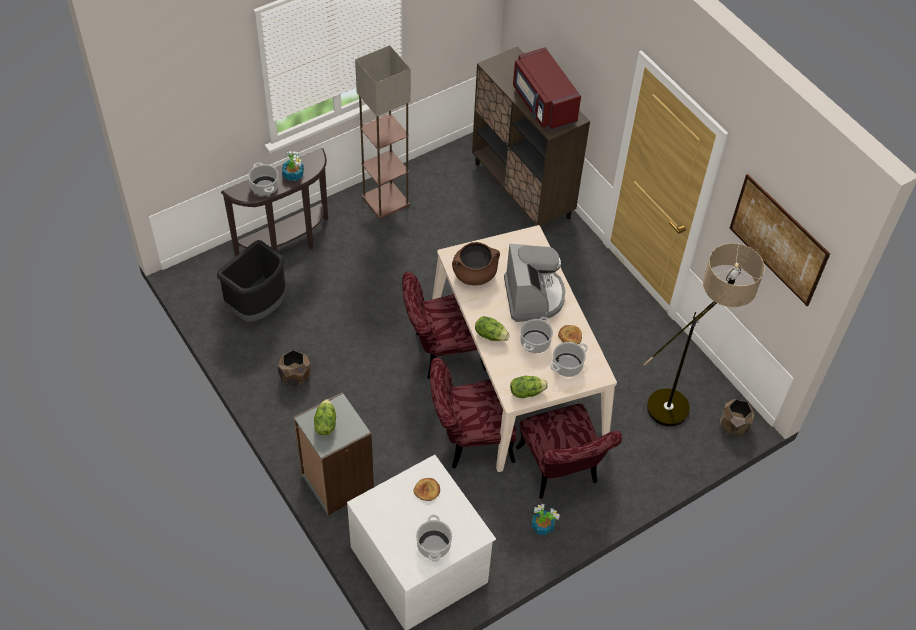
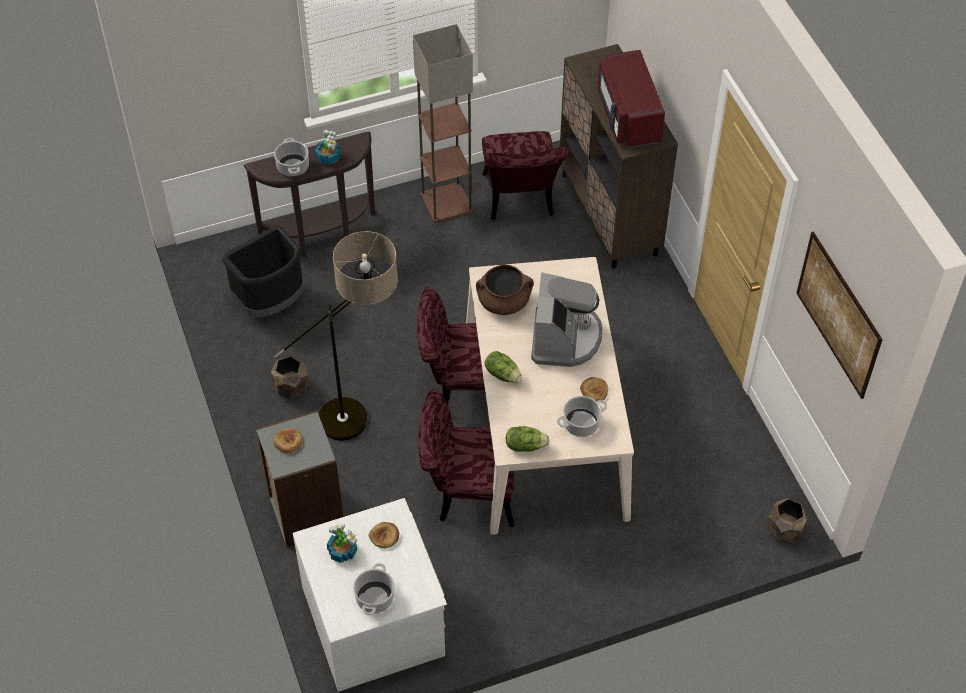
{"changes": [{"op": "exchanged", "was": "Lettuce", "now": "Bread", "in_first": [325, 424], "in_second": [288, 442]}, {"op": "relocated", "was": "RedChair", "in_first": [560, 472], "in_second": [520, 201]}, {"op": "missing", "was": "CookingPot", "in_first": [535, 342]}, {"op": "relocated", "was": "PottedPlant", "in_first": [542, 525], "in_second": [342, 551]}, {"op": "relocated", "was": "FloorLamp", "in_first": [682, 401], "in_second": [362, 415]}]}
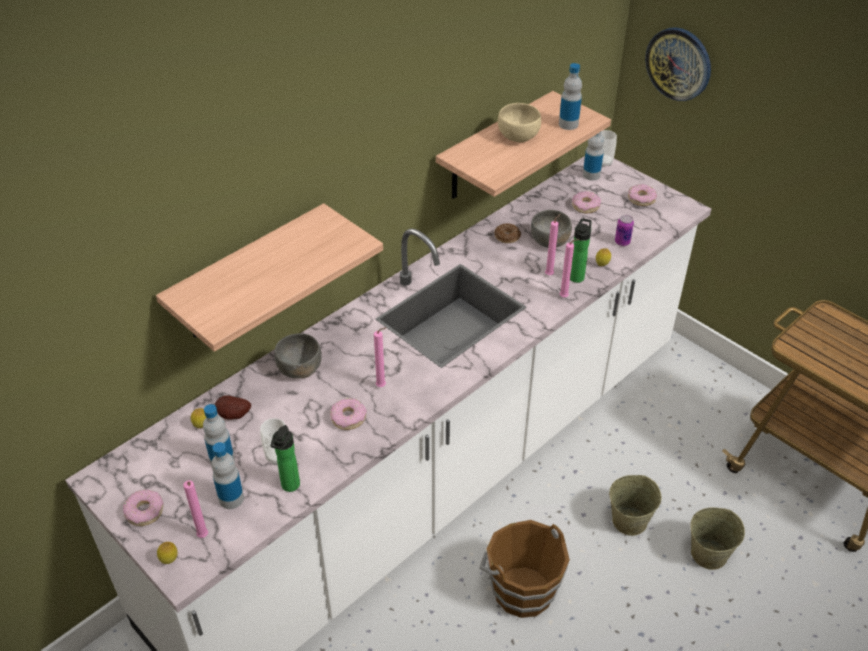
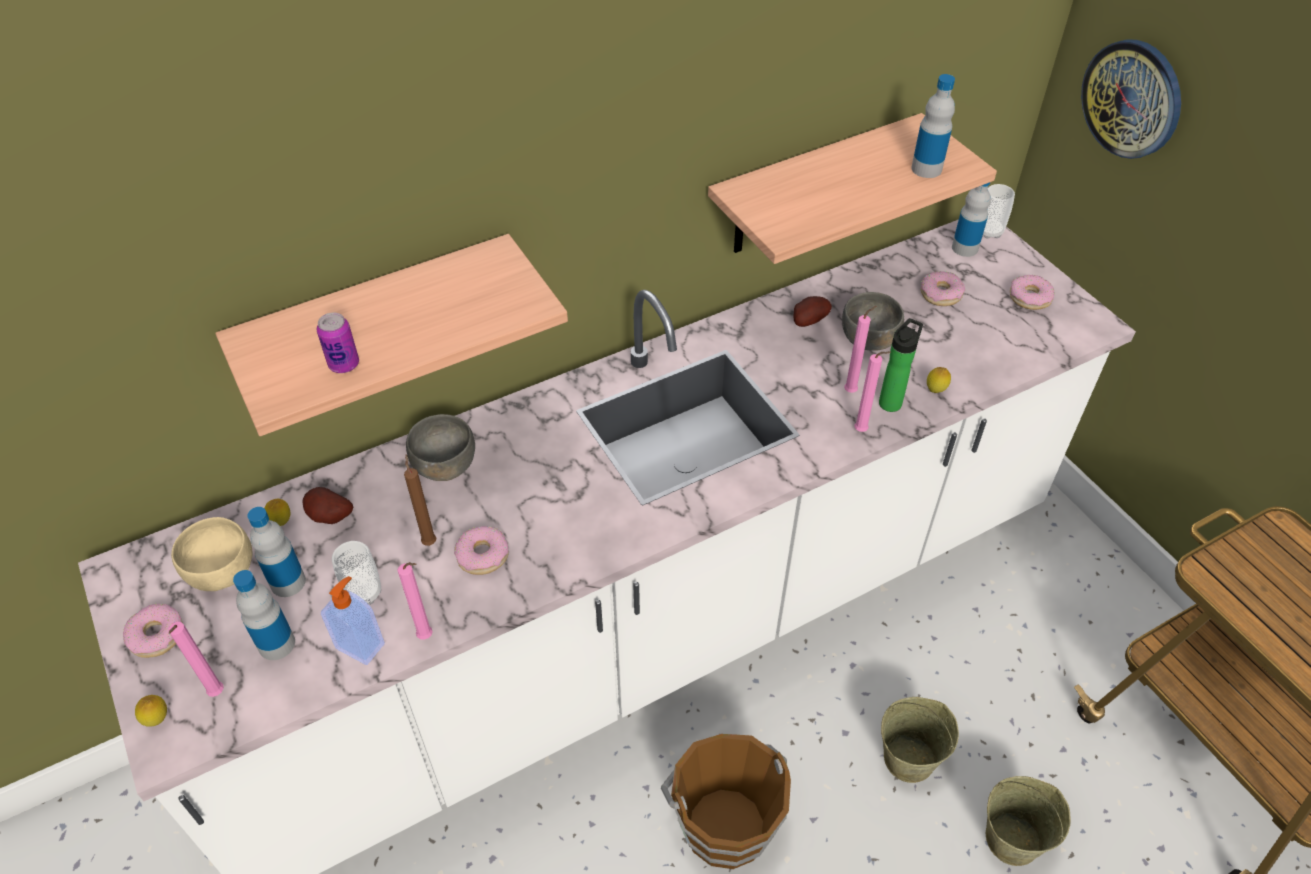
{"changes": [{"op": "exchanged", "was": "Bottle", "now": "SoapDispenser", "in_first": [289, 487], "in_second": [361, 645]}, {"op": "relocated", "was": "PinkCandle", "in_first": [382, 386], "in_second": [427, 637]}, {"op": "exchanged", "was": "Donut", "now": "Potato", "in_first": [507, 237], "in_second": [808, 321]}, {"op": "relocated", "was": "BeigeBowl", "in_first": [518, 136], "in_second": [222, 571]}, {"op": "relocated", "was": "Can", "in_first": [622, 242], "in_second": [344, 364]}, {"op": "appeared", "now": "BrownCandle", "in_second": [429, 541]}]}
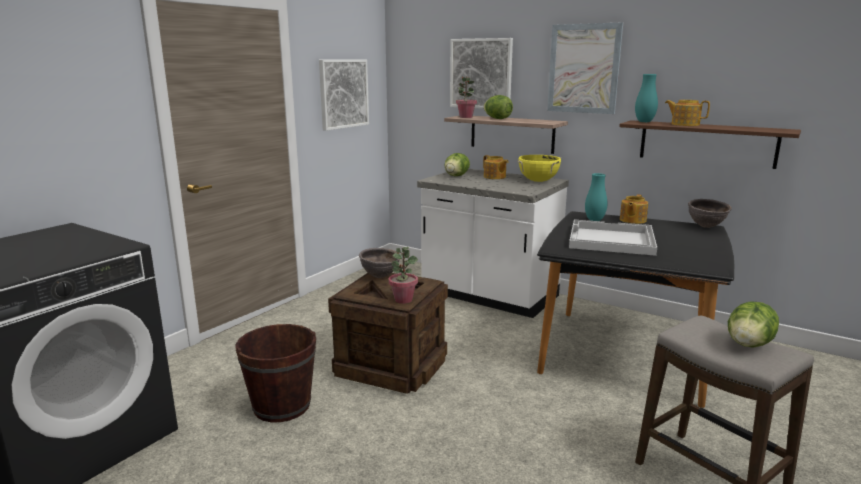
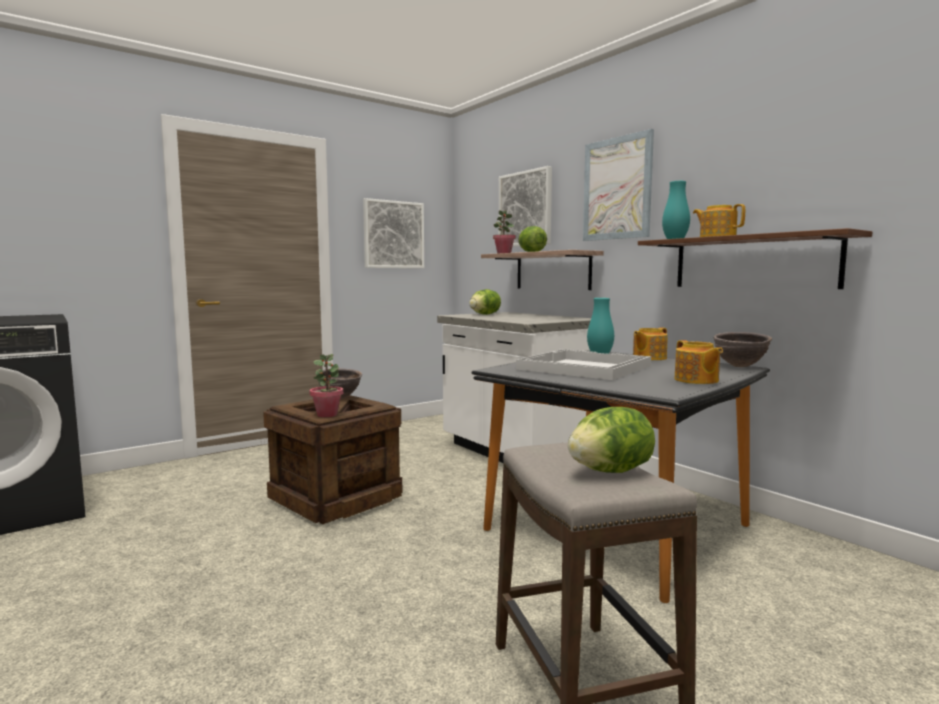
{"changes": [{"op": "missing", "was": "BrownBucket", "in_first": [282, 406]}, {"op": "relocated", "was": "Teapot", "in_first": [494, 177], "in_second": [696, 380]}, {"op": "missing", "was": "YellowCookingPot", "in_first": [538, 181]}]}
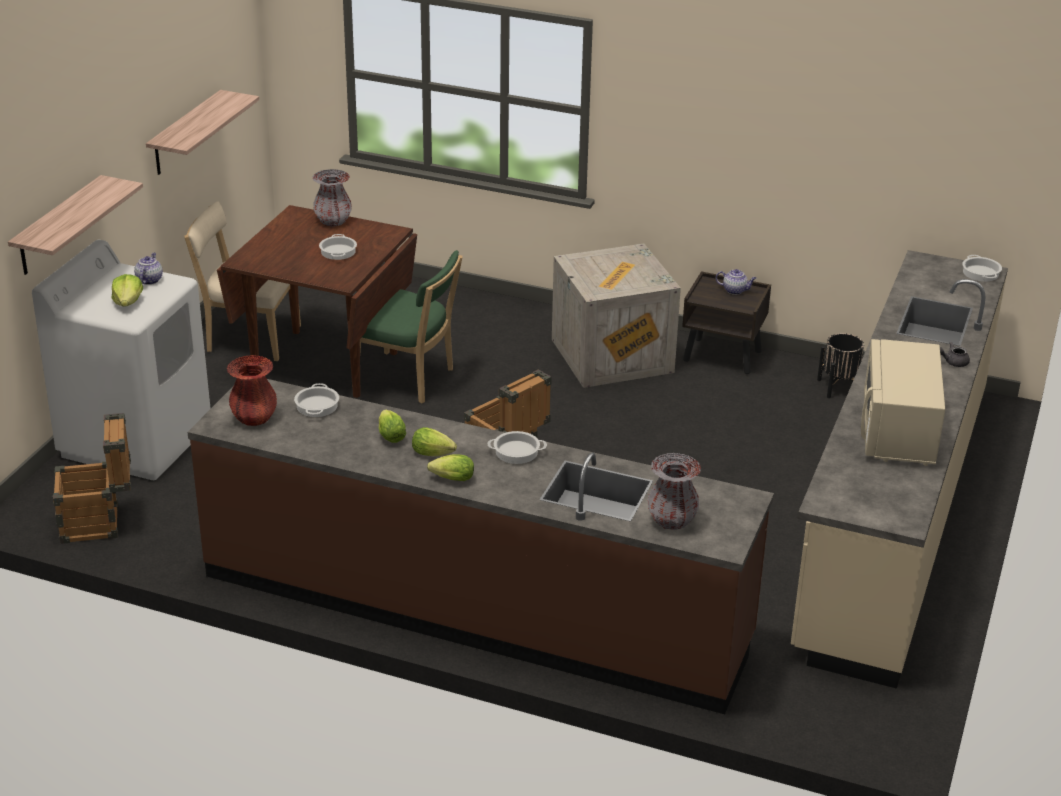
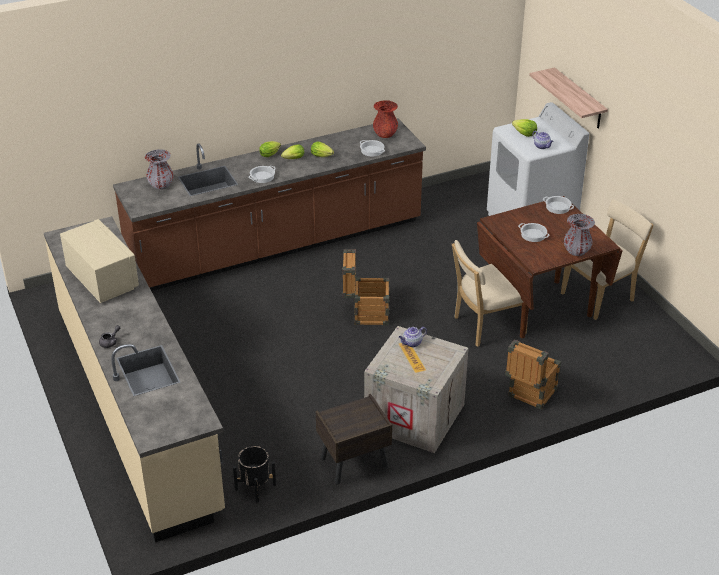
{"changes": [{"op": "relocated", "was": "Crate", "in_first": [99, 524], "in_second": [529, 396]}, {"op": "missing", "was": "Shelf", "in_first": [185, 133]}, {"op": "colour", "was": "GreenChair", "now": "BeigeChair", "in_first": [408, 379], "in_second": [486, 326]}, {"op": "relocated", "was": "Teapot", "in_first": [735, 290], "in_second": [412, 343]}, {"op": "relocated", "was": "CookingPot", "in_first": [980, 273], "in_second": [558, 207]}]}
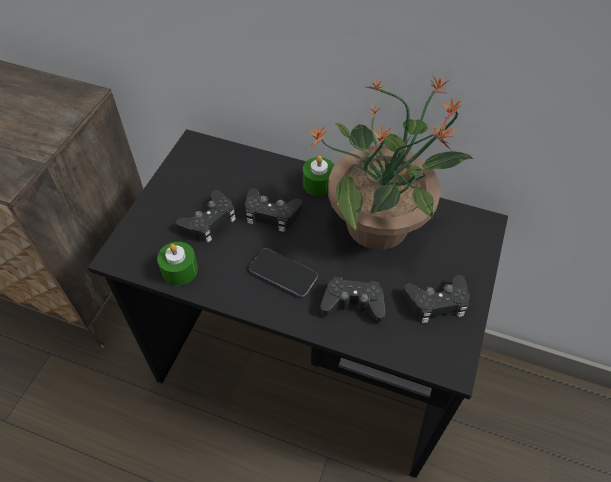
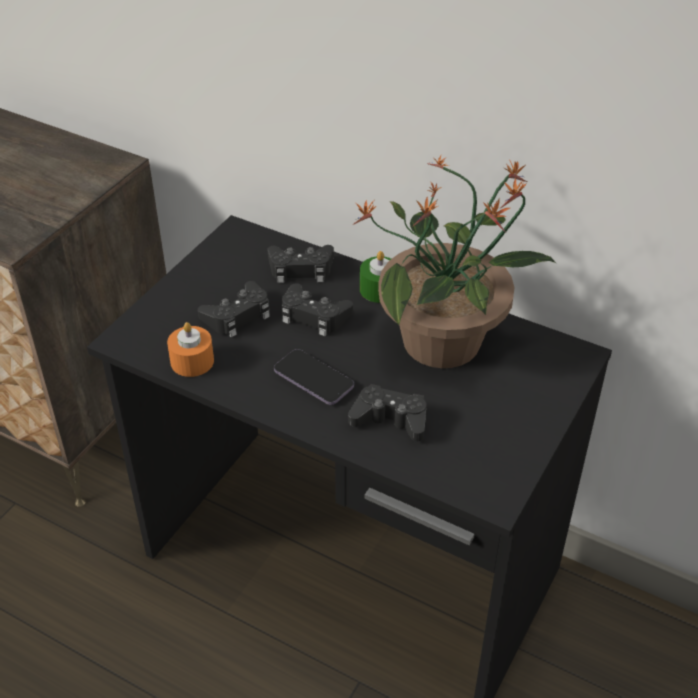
{"changes": [{"op": "colour", "was": "GreenCandle", "now": "OrangeCandle", "in_first": [179, 270], "in_second": [192, 361]}, {"op": "relocated", "was": "BlackGameController", "in_first": [436, 302], "in_second": [300, 269]}]}
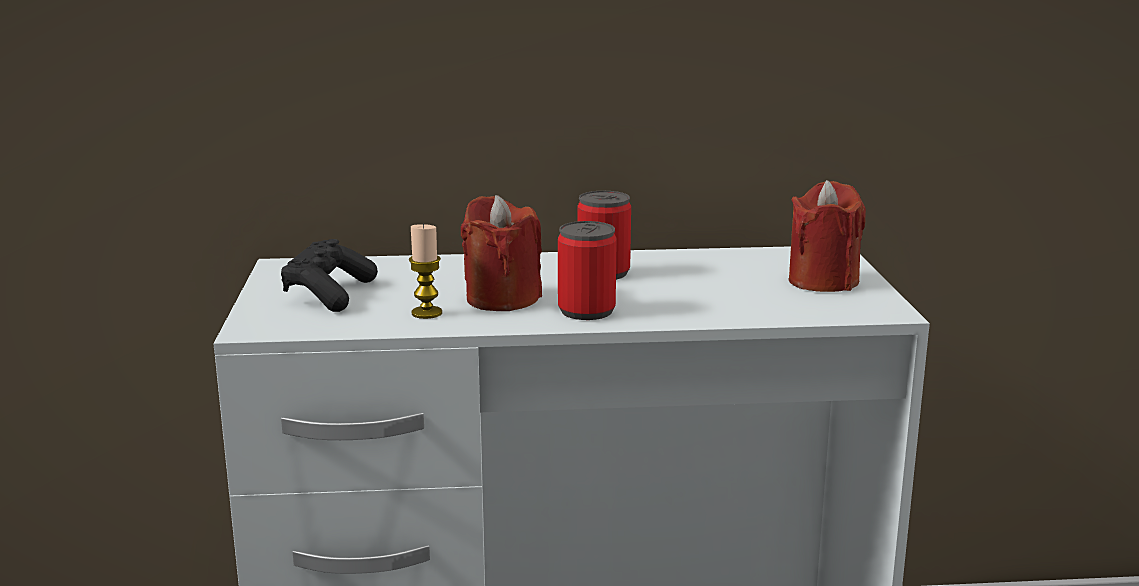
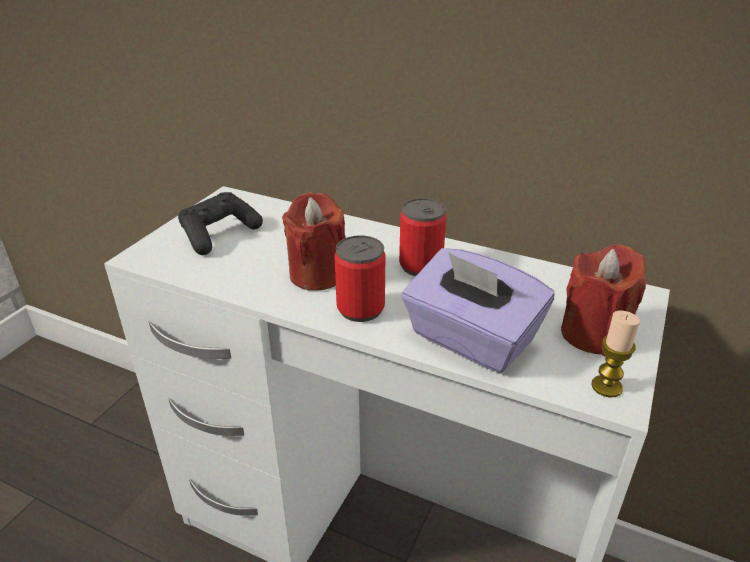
{"changes": [{"op": "relocated", "was": "Candle", "in_first": [426, 313], "in_second": [606, 387]}, {"op": "appeared", "now": "PurpleTissueBox", "in_second": [470, 340]}]}
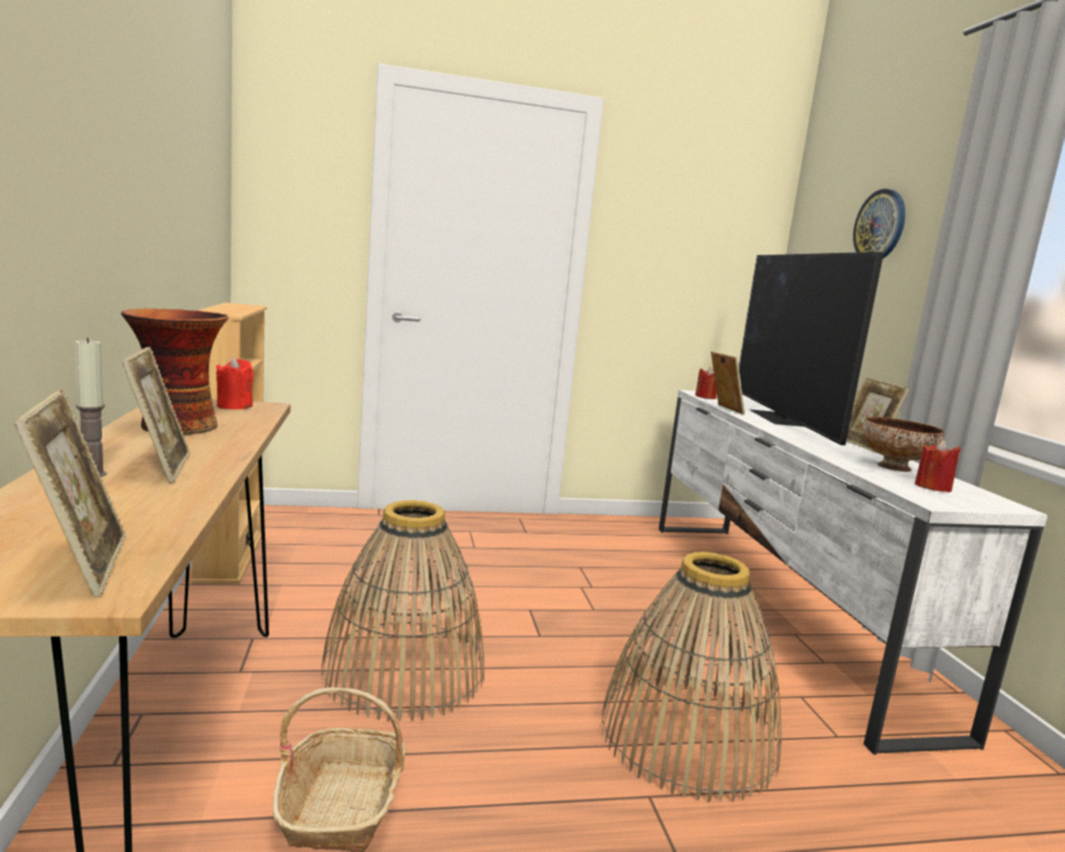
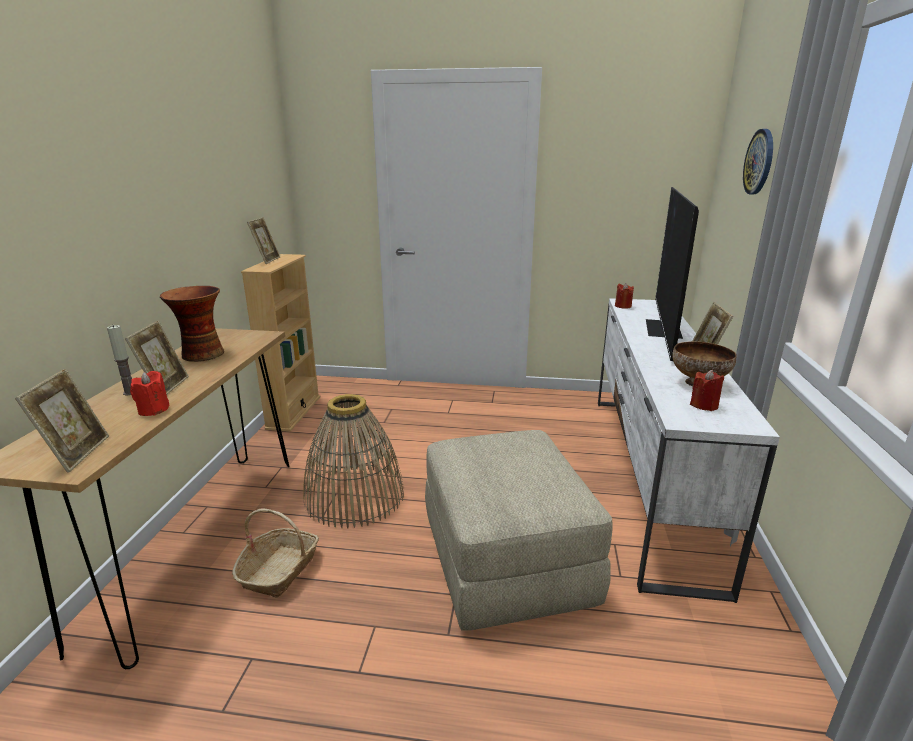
{"changes": [{"op": "relocated", "was": "RedCandle", "in_first": [234, 406], "in_second": [153, 410]}, {"op": "exchanged", "was": "Basket", "now": "BeigeOttoman", "in_first": [688, 737], "in_second": [507, 561]}, {"op": "relocated", "was": "PictureFrame", "in_first": [723, 409], "in_second": [267, 260]}]}
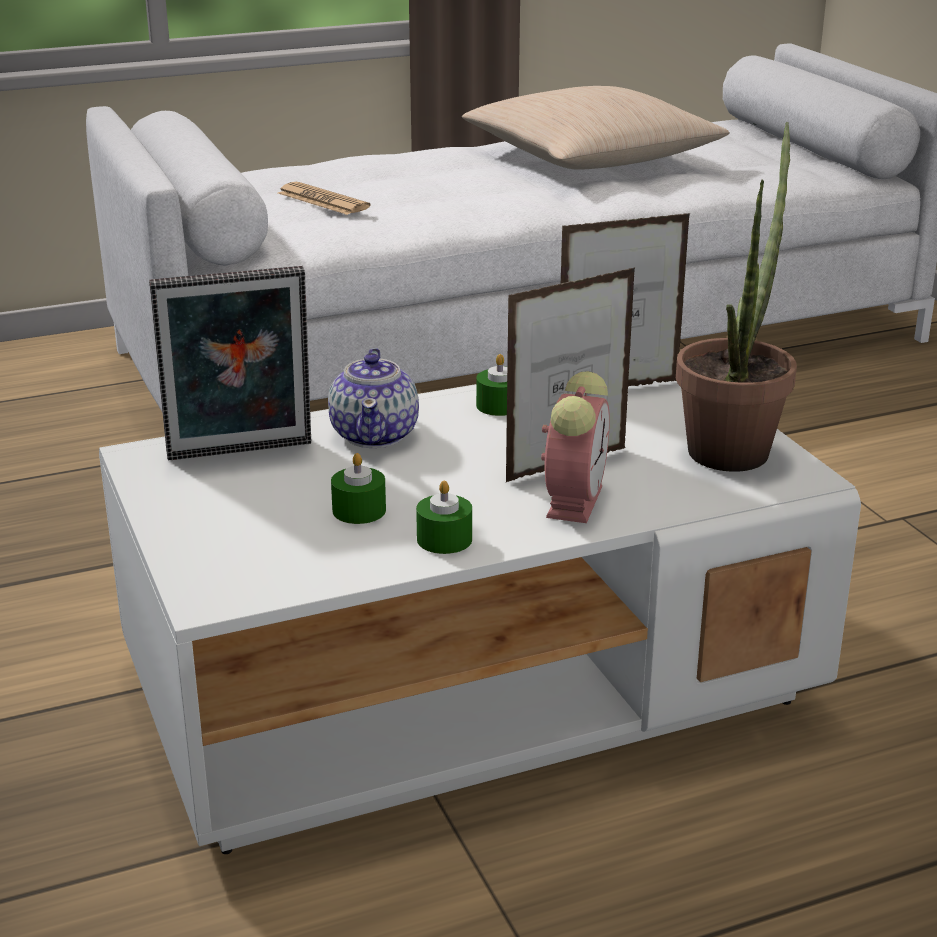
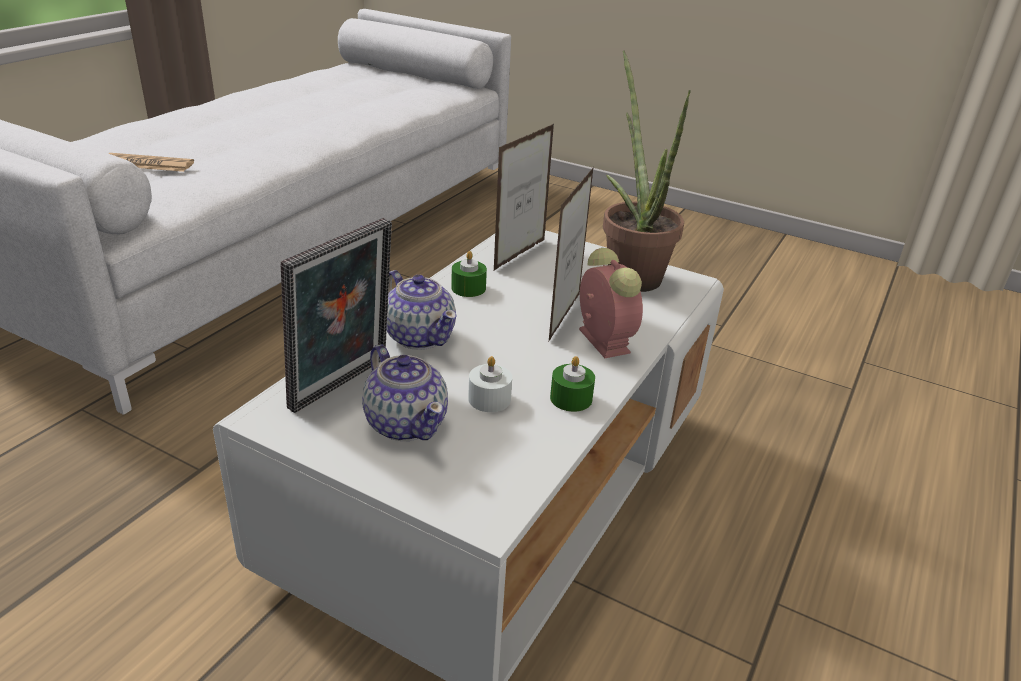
{"changes": [{"op": "colour", "was": "GreenCandle", "now": "WhiteCandle", "in_first": [359, 510], "in_second": [489, 399]}, {"op": "missing", "was": "BeigePillow", "in_first": [590, 158]}, {"op": "appeared", "now": "Teapot", "in_second": [406, 423]}]}
